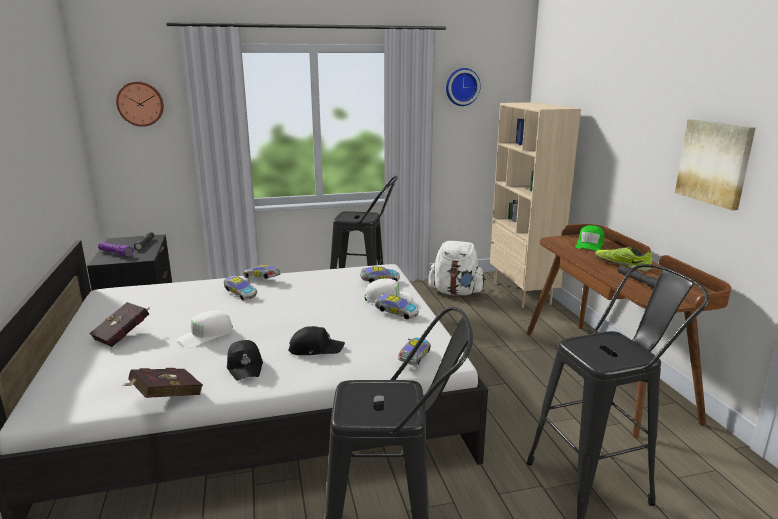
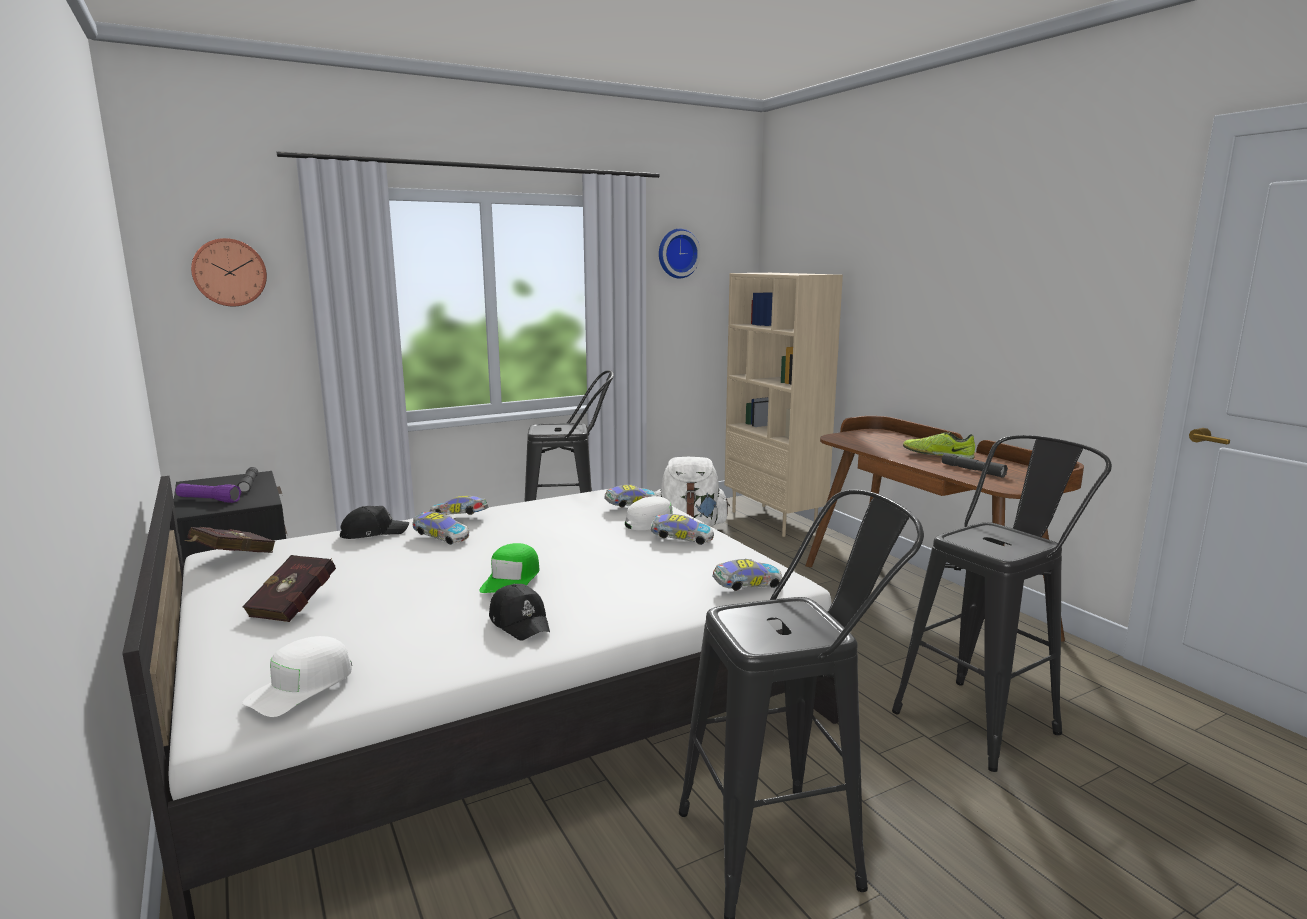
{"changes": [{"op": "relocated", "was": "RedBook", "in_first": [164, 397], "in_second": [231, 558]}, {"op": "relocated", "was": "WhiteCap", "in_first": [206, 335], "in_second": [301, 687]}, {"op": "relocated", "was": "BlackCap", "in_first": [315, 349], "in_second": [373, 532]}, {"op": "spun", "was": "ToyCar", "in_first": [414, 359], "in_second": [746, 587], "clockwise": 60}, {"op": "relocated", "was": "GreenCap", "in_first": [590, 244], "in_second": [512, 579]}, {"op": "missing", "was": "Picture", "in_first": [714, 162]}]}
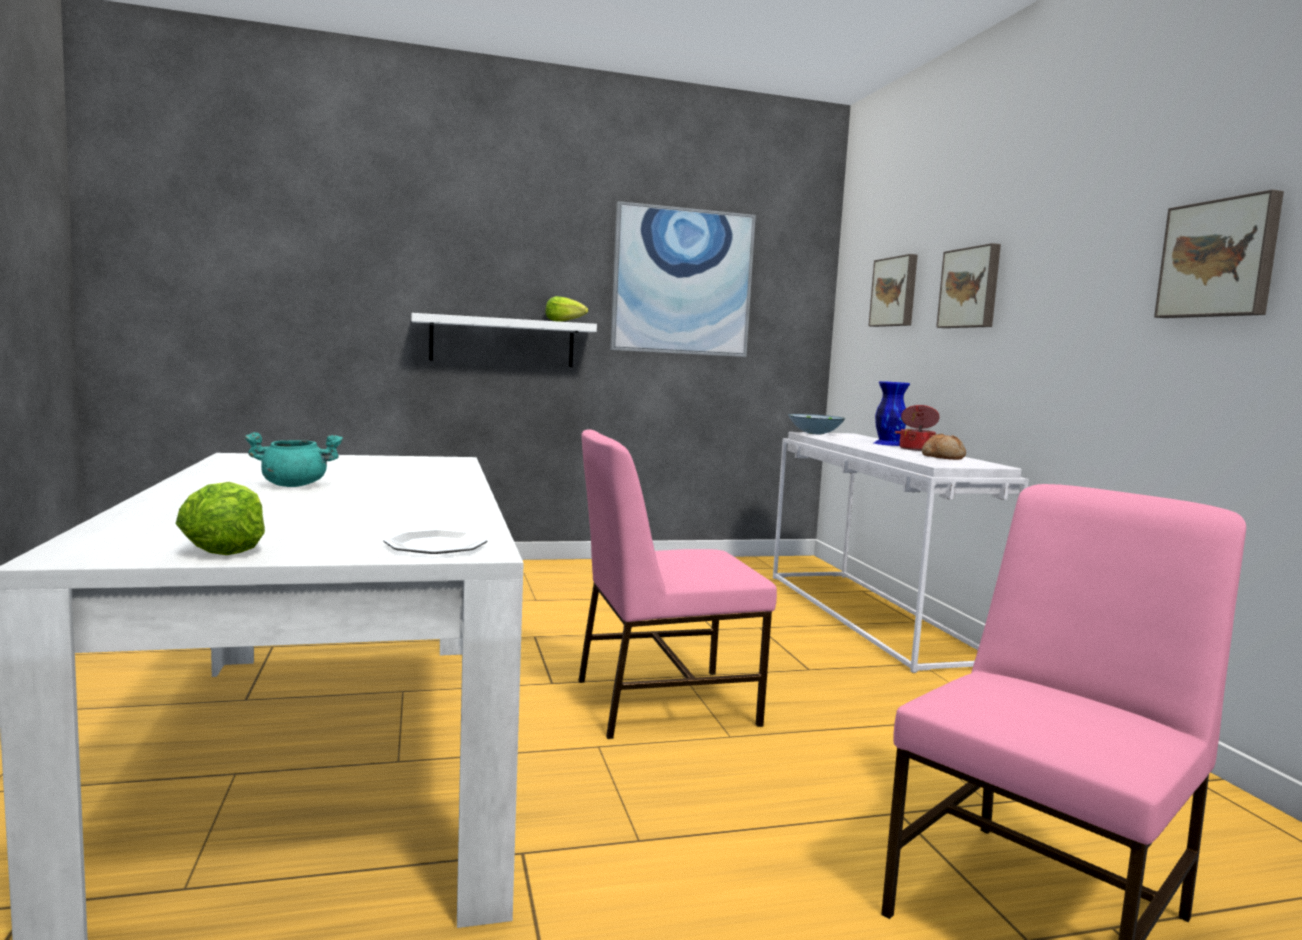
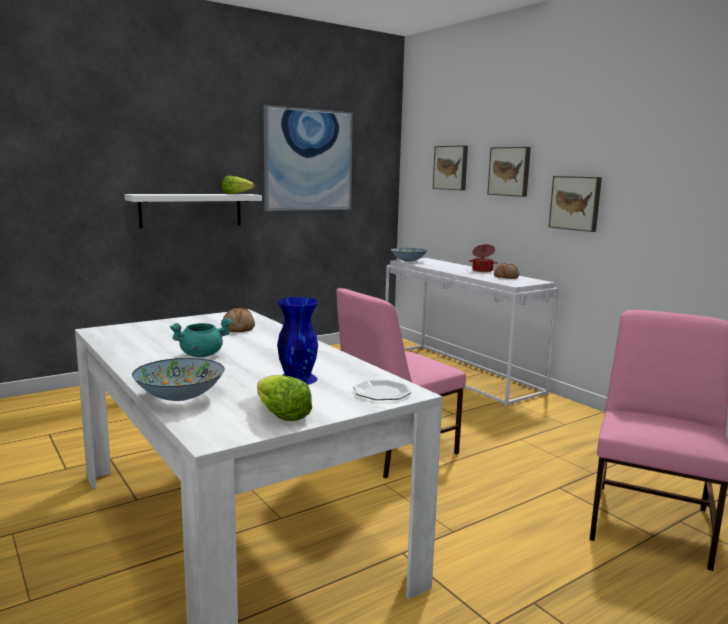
{"changes": [{"op": "relocated", "was": "BlueVase", "in_first": [888, 444], "in_second": [297, 378]}, {"op": "relocated", "was": "Picture", "in_first": [1219, 259], "in_second": [576, 203]}, {"op": "appeared", "now": "Bowl", "in_second": [179, 397]}, {"op": "appeared", "now": "Bread", "in_second": [239, 328]}]}
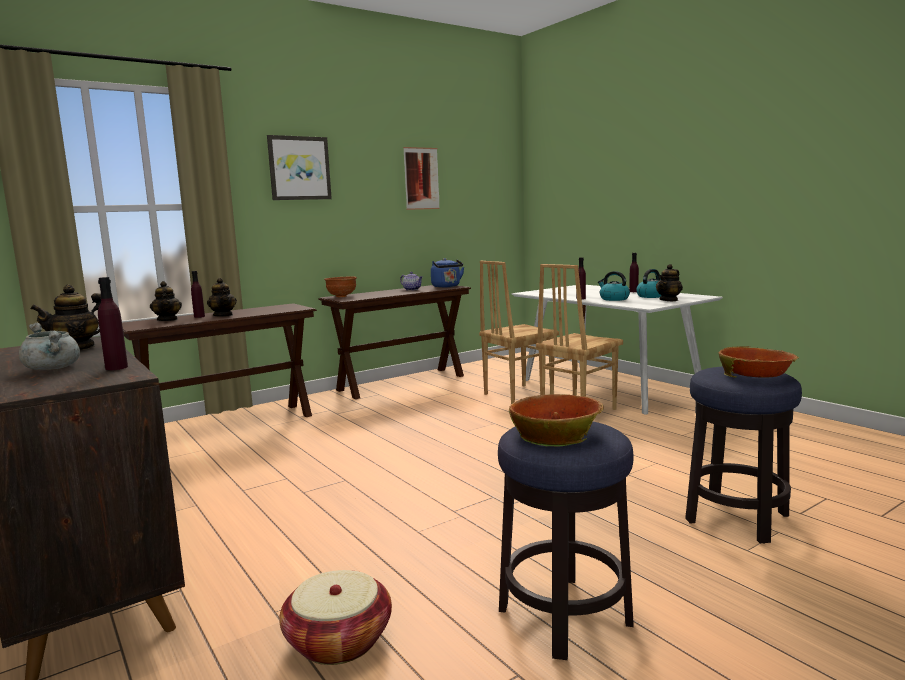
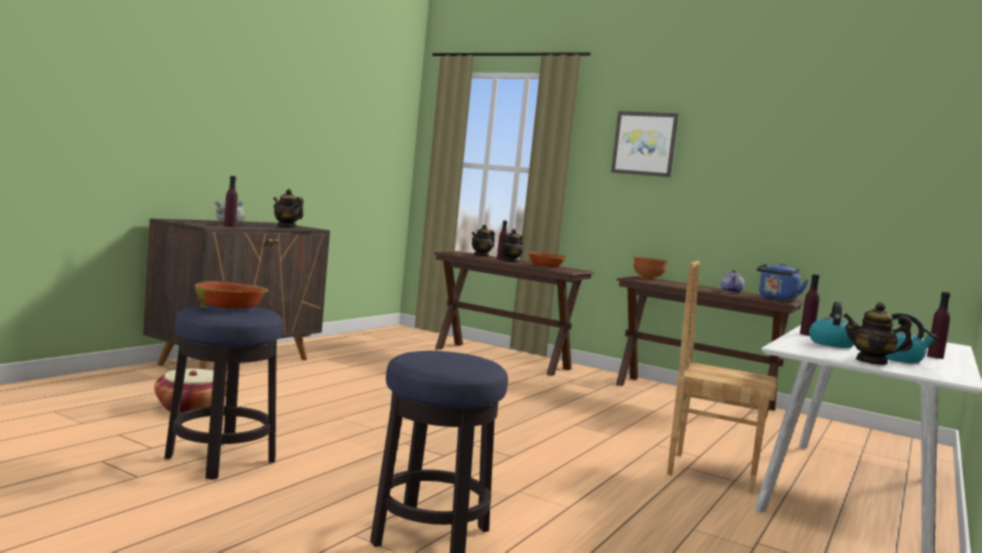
{"changes": [{"op": "missing", "was": "Picture", "in_first": [421, 178]}, {"op": "missing", "was": "BrownChair", "in_first": [517, 394]}, {"op": "relocated", "was": "Bowl", "in_first": [756, 375], "in_second": [545, 267]}]}
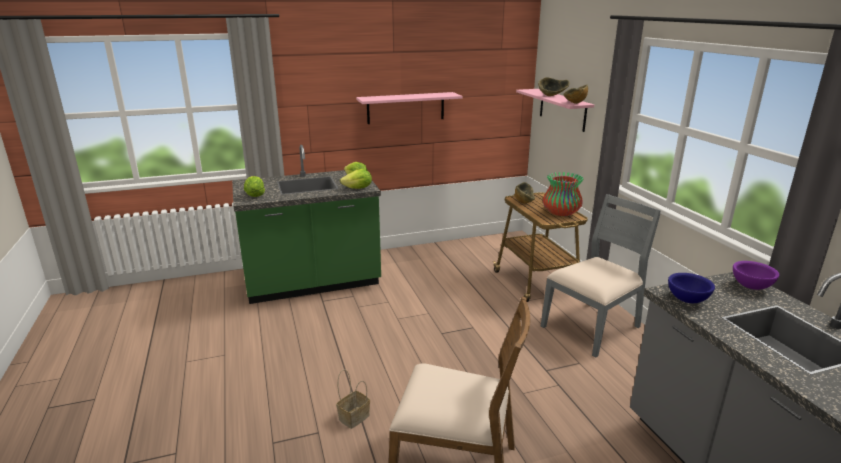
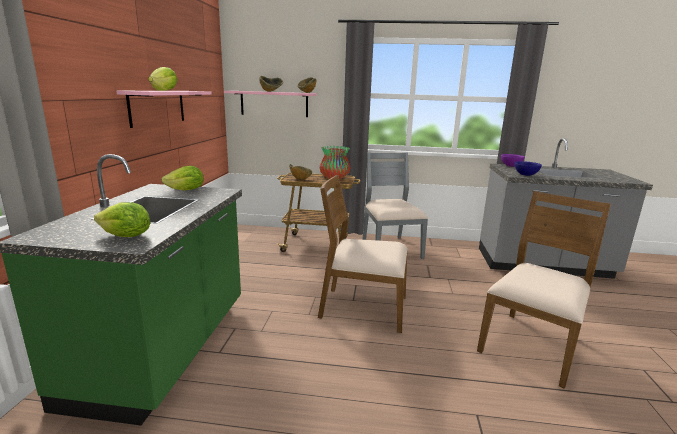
{"changes": [{"op": "missing", "was": "Basket", "in_first": [354, 416]}, {"op": "relocated", "was": "Lettuce", "in_first": [358, 188], "in_second": [164, 91]}, {"op": "appeared", "now": "BrownChair", "in_second": [362, 307]}]}
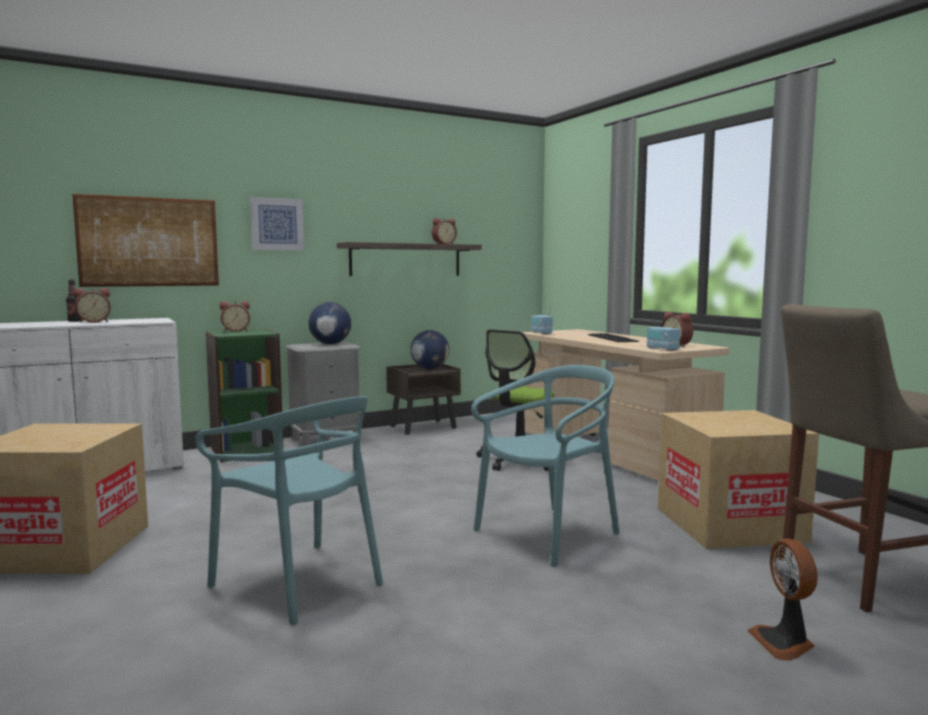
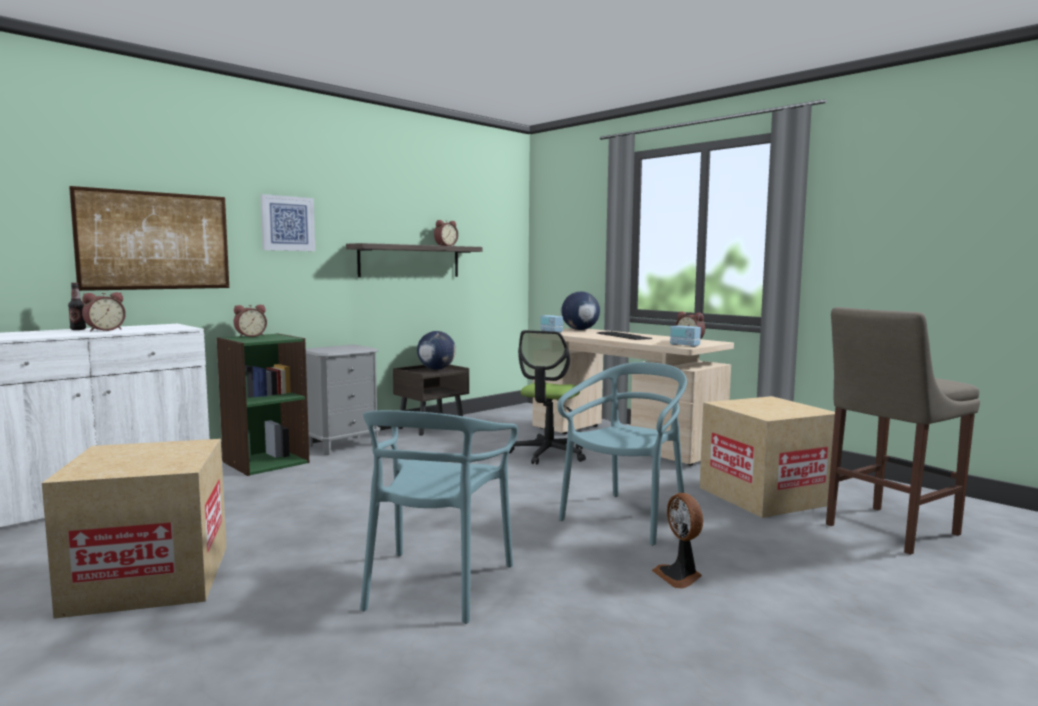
{"changes": [{"op": "spun", "was": "TurquoiseChair", "in_first": [299, 582], "in_second": [436, 584], "clockwise": 75}, {"op": "relocated", "was": "Globe", "in_first": [330, 344], "in_second": [580, 330]}, {"op": "relocated", "was": "Fan", "in_first": [784, 643], "in_second": [679, 576]}]}
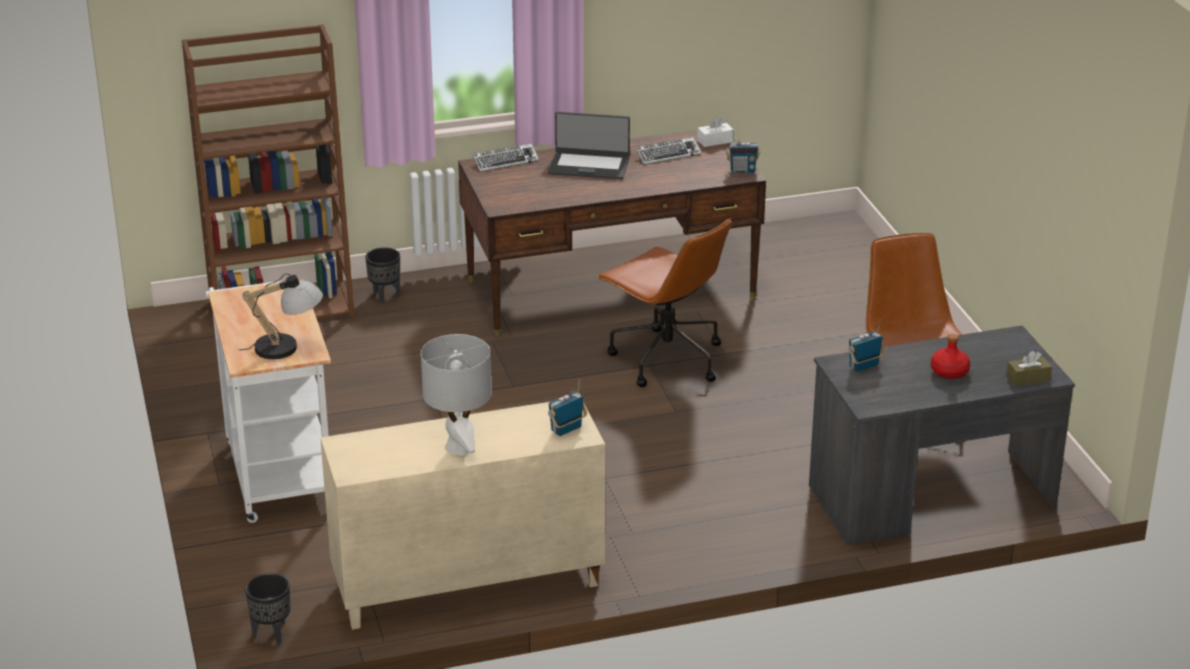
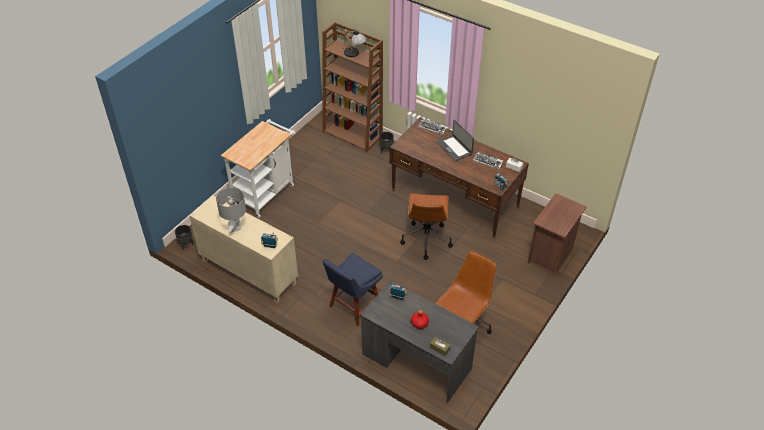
{"changes": [{"op": "relocated", "was": "TableLamp", "in_first": [288, 347], "in_second": [354, 54]}, {"op": "appeared", "now": "BlueChair", "in_second": [353, 306]}, {"op": "appeared", "now": "BrownNightstand", "in_second": [551, 255]}]}
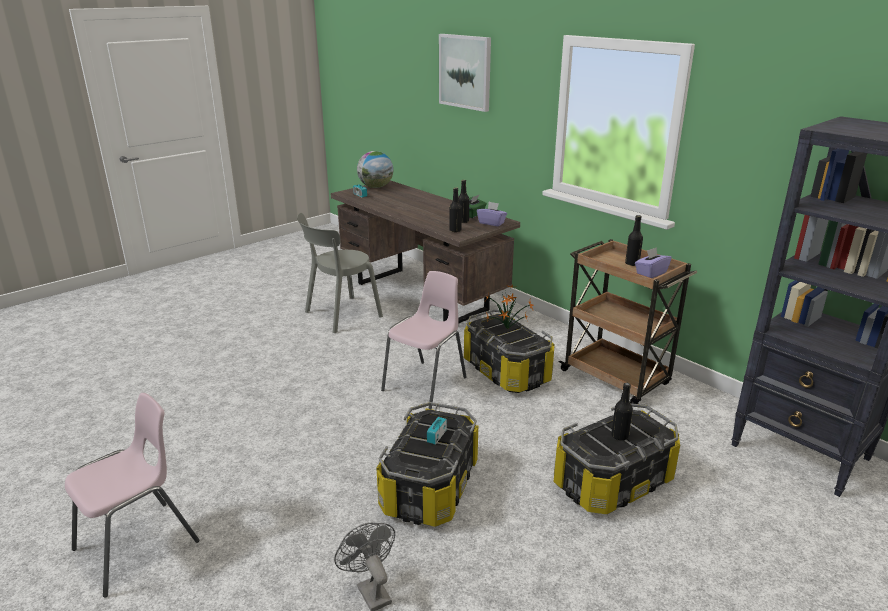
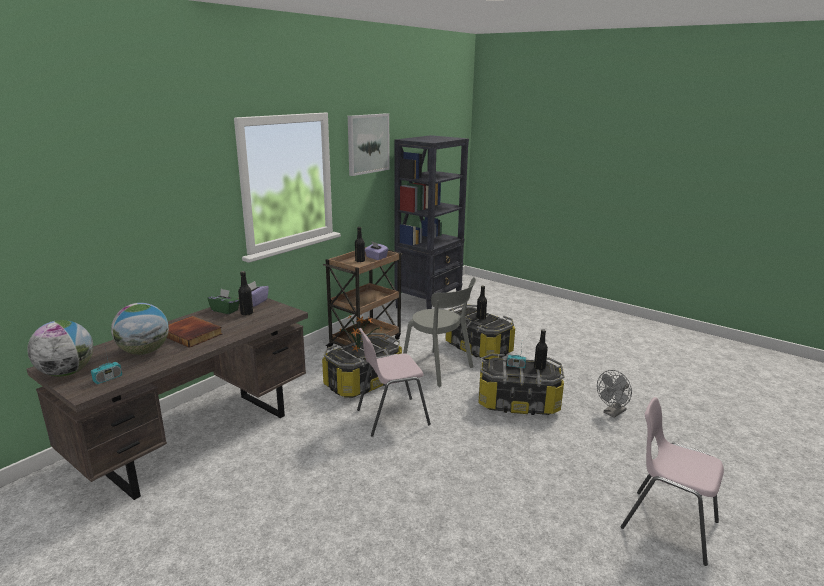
{"changes": [{"op": "relocated", "was": "GreyChair", "in_first": [340, 315], "in_second": [439, 369]}, {"op": "spun", "was": "PinkChair", "in_first": [426, 384], "in_second": [391, 417], "clockwise": -45}, {"op": "relocated", "was": "Picture", "in_first": [465, 72], "in_second": [367, 143]}, {"op": "relocated", "was": "BlackBottle", "in_first": [455, 230], "in_second": [539, 367]}, {"op": "appeared", "now": "Globe", "in_second": [144, 352]}, {"op": "appeared", "now": "Book", "in_second": [192, 334]}]}
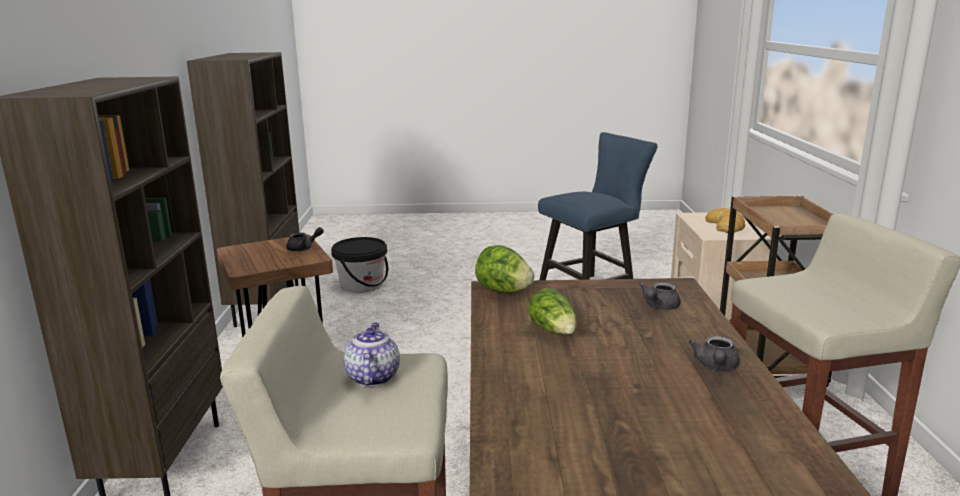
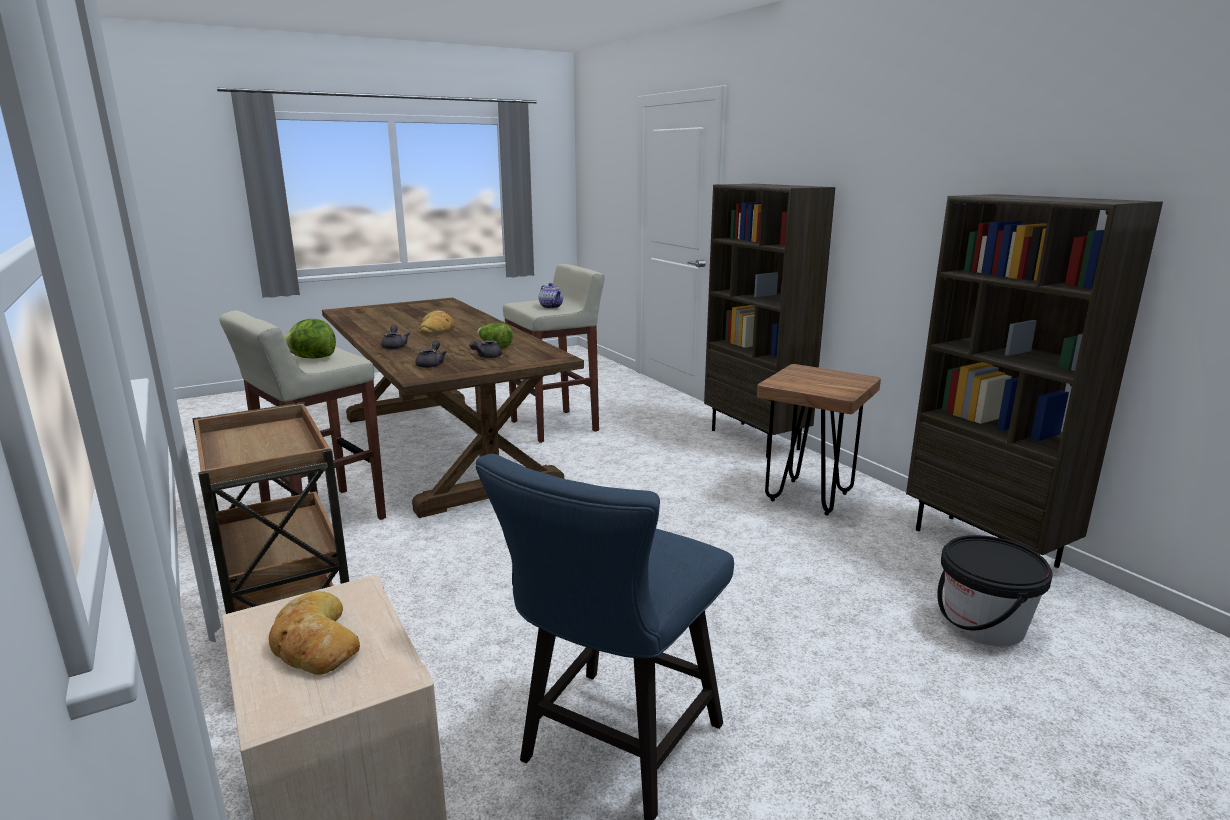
{"changes": [{"op": "relocated", "was": "GreyTeapot", "in_first": [304, 248], "in_second": [486, 357]}, {"op": "relocated", "was": "Lettuce", "in_first": [503, 291], "in_second": [312, 358]}, {"op": "appeared", "now": "Bread", "in_second": [437, 328]}]}
